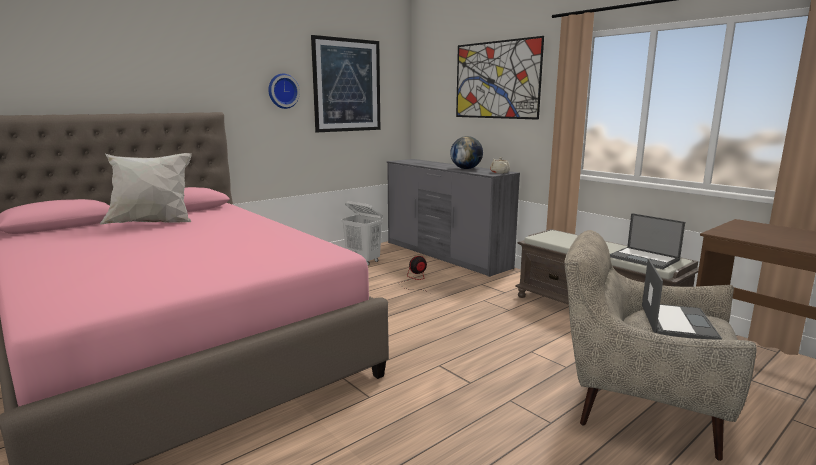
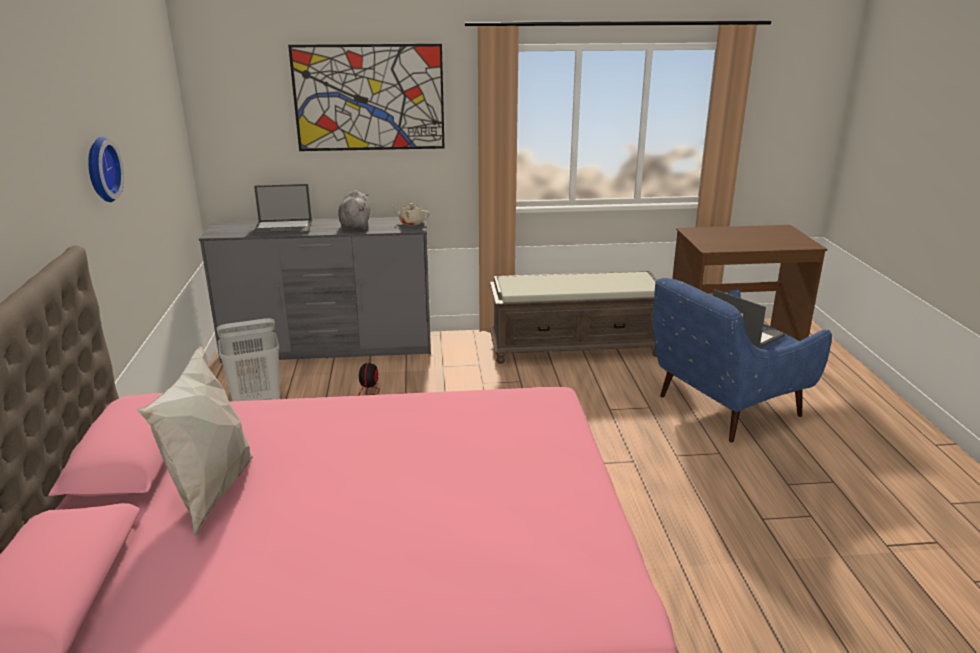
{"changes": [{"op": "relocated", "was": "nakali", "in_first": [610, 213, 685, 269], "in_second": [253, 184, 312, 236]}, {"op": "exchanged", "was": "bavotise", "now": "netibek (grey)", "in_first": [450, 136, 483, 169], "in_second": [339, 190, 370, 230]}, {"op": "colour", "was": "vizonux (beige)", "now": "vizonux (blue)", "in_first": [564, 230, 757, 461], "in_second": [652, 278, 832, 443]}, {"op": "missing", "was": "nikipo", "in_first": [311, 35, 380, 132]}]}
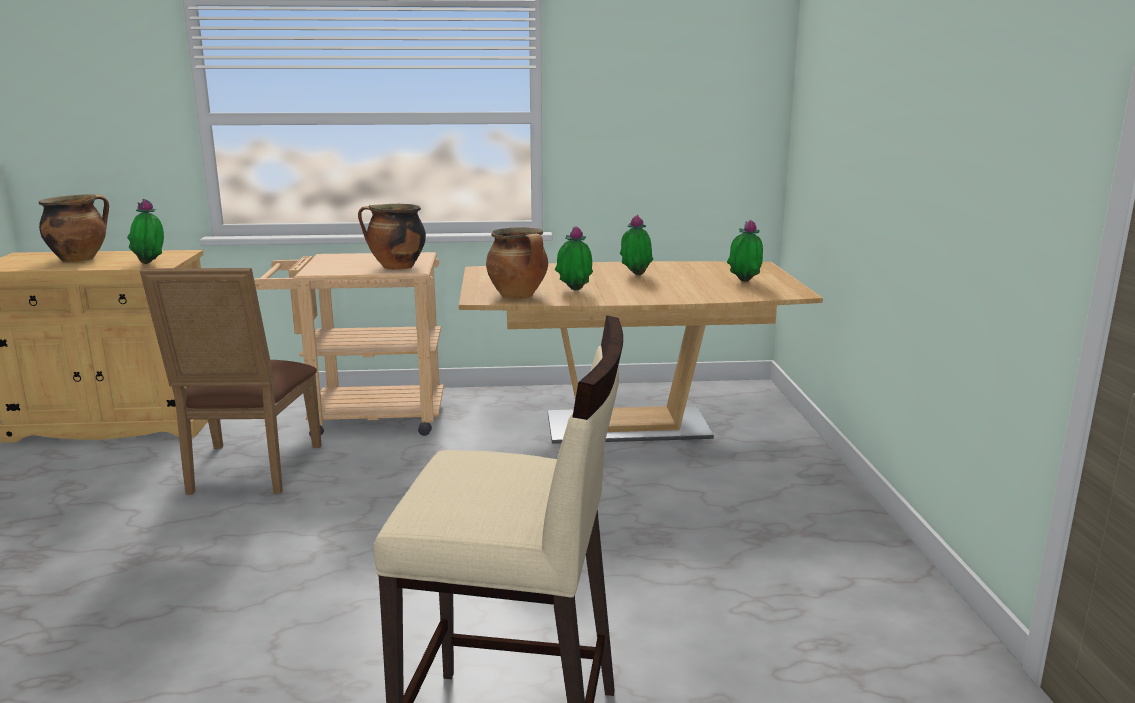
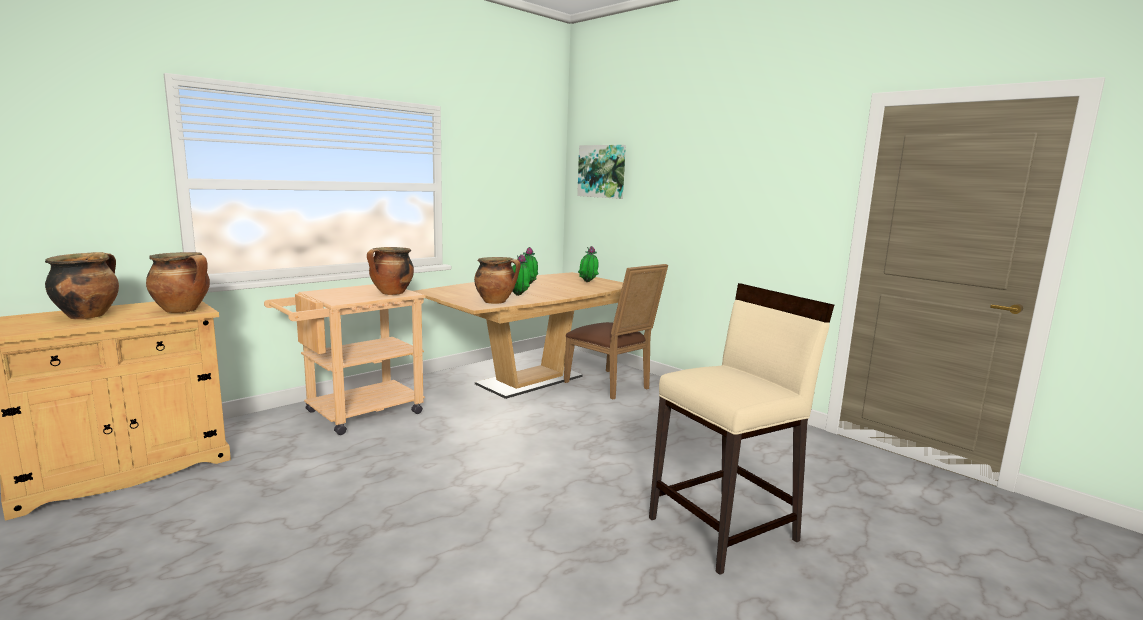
{"changes": [{"op": "exchanged", "was": "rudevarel", "now": "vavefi", "in_first": [127, 199, 164, 264], "in_second": [146, 252, 210, 313]}, {"op": "relocated", "was": "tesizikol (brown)", "in_first": [140, 268, 321, 495], "in_second": [564, 264, 668, 400]}, {"op": "appeared", "now": "nikipo", "in_second": [577, 145, 626, 199]}]}
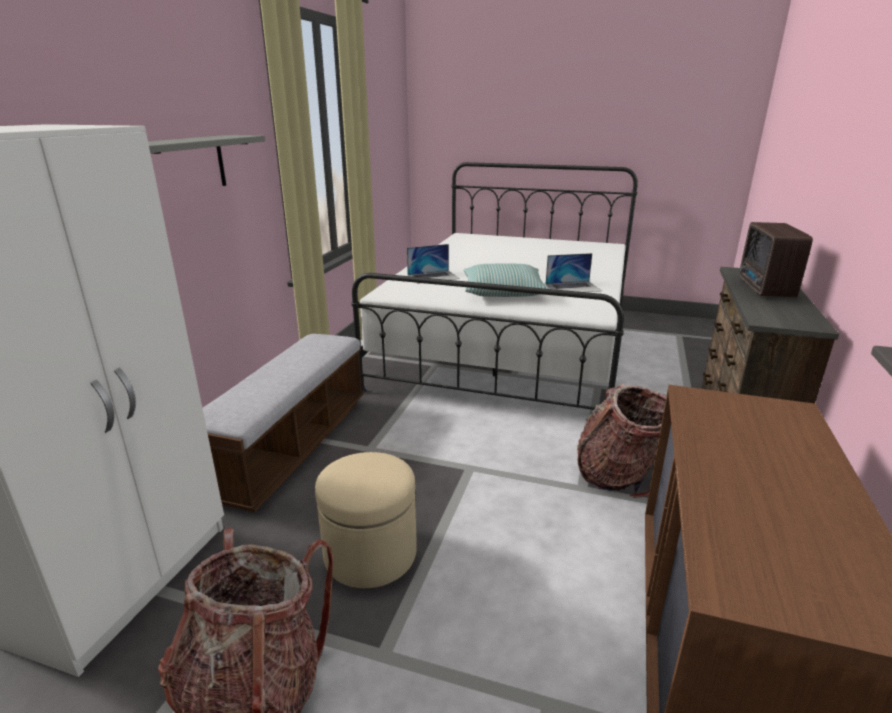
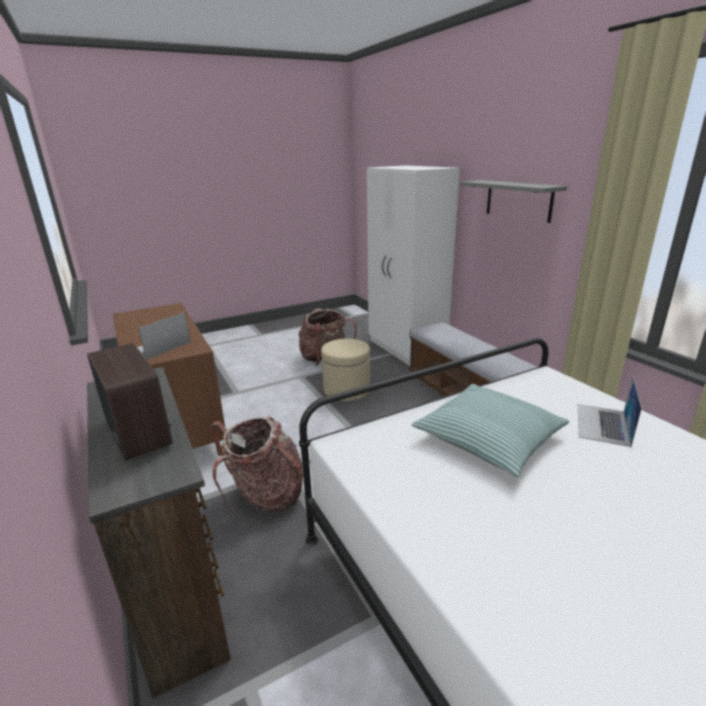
{"changes": [{"op": "relocated", "was": "nakali", "in_first": [545, 253, 602, 292], "in_second": [137, 312, 191, 360]}]}
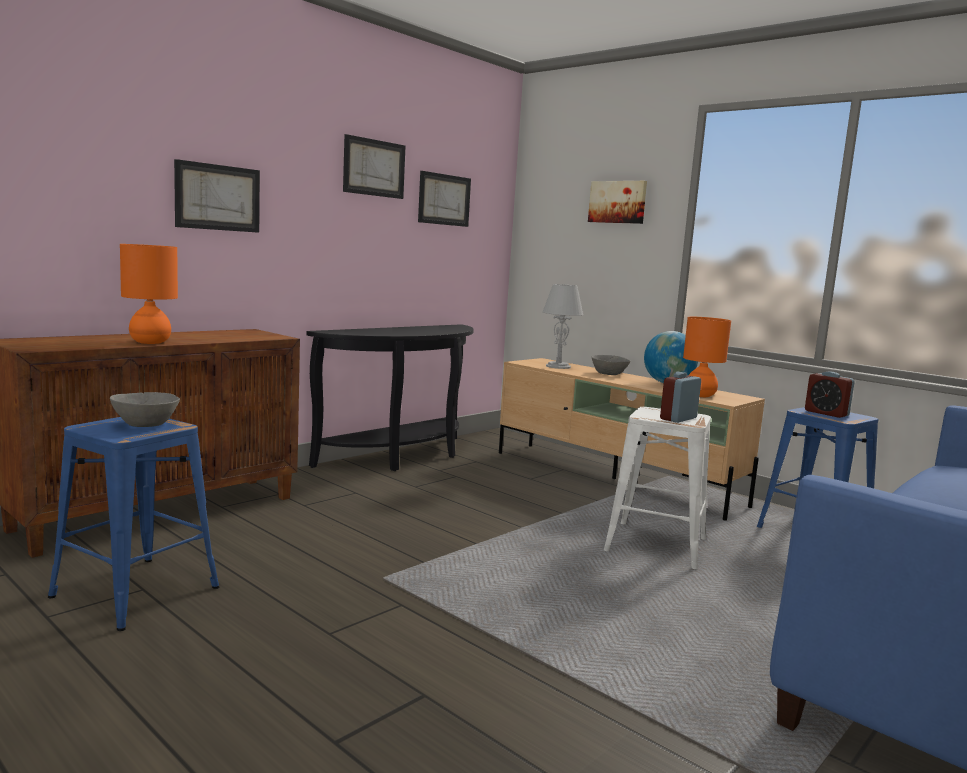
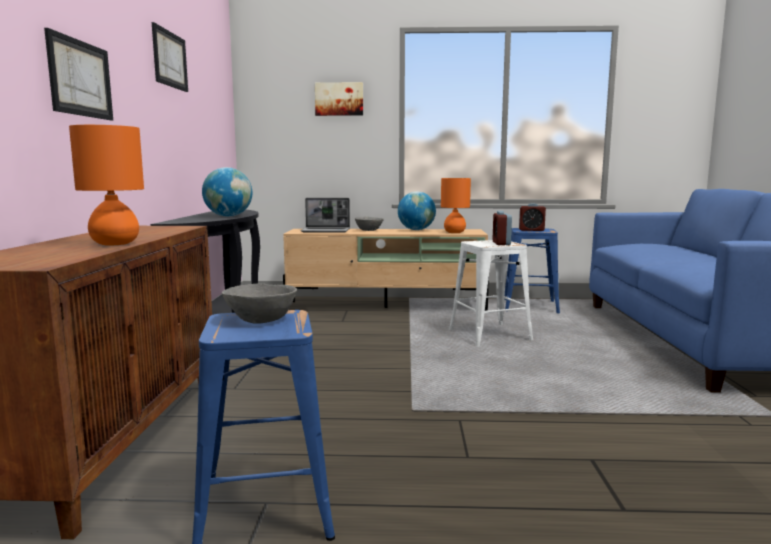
{"changes": [{"op": "appeared", "now": "bavotise", "in_second": [202, 167, 252, 217]}, {"op": "exchanged", "was": "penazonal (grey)", "now": "nakali", "in_first": [543, 284, 583, 369], "in_second": [301, 198, 350, 233]}, {"op": "missing", "was": "nikipo", "in_first": [418, 171, 471, 227]}]}
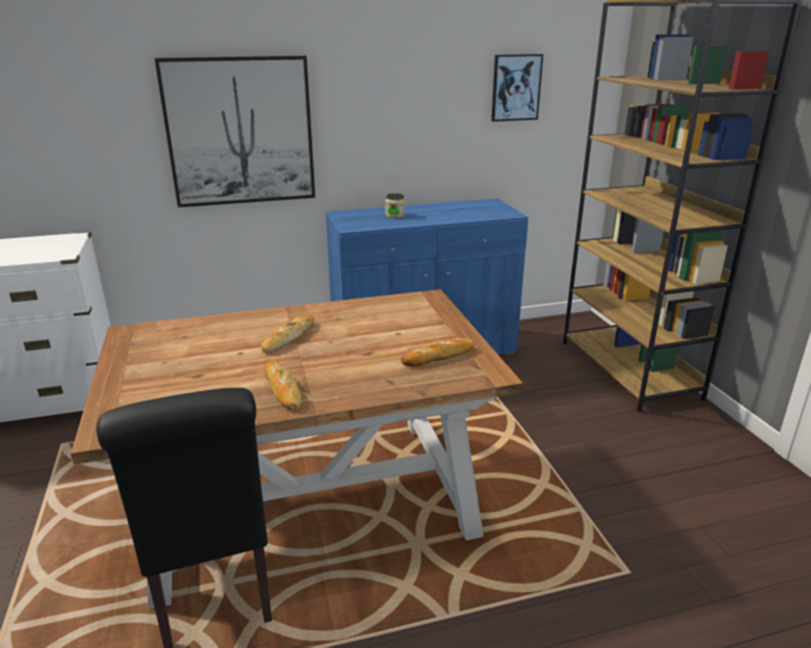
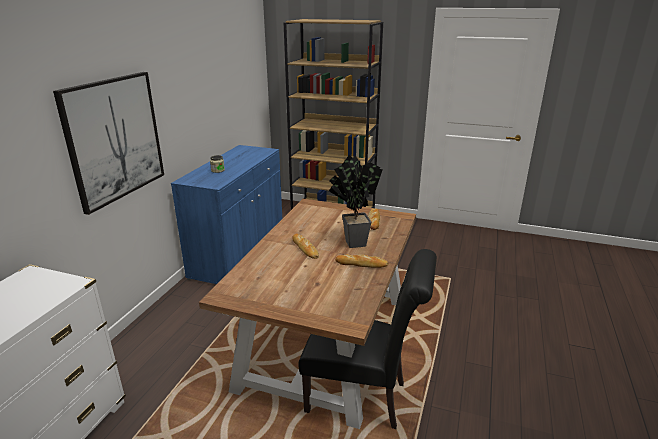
{"changes": [{"op": "appeared", "now": "rudevarel", "in_second": [329, 155, 383, 248]}, {"op": "missing", "was": "nikipo", "in_first": [491, 54, 543, 122]}]}
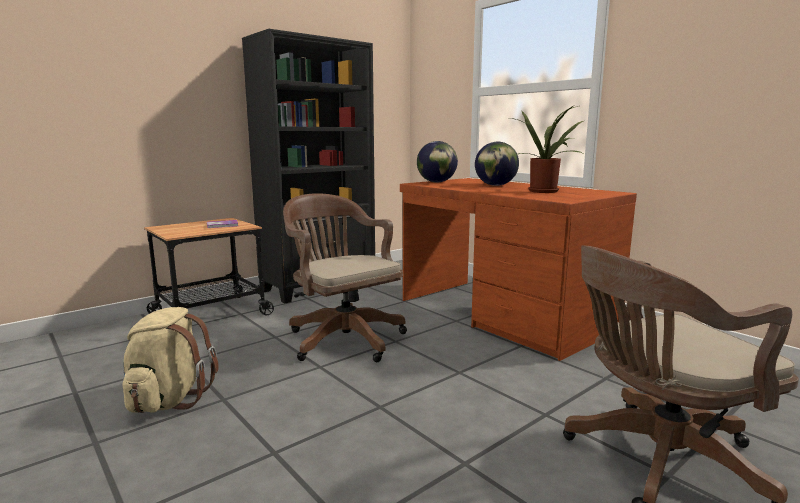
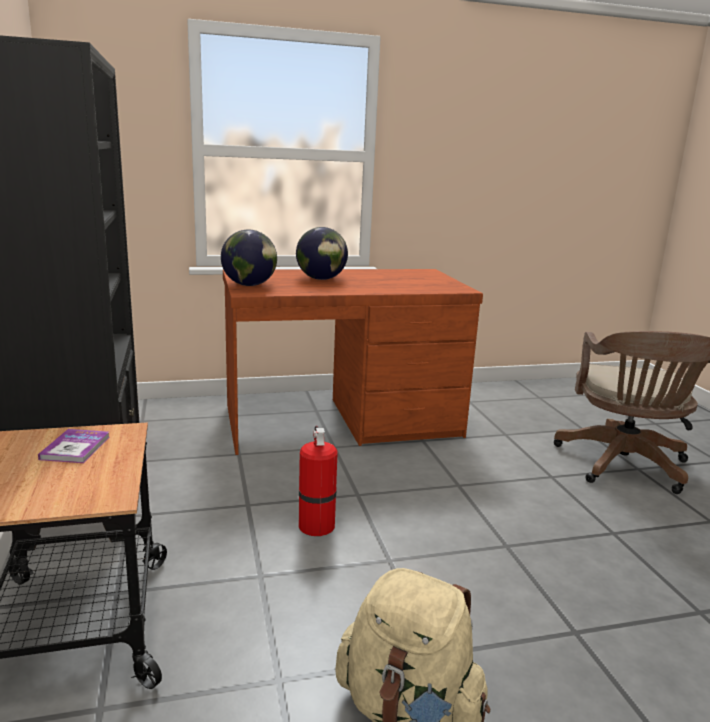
{"changes": [{"op": "exchanged", "was": "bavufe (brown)", "now": "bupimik", "in_first": [283, 193, 407, 362], "in_second": [299, 426, 338, 536]}, {"op": "missing", "was": "rudevarel", "in_first": [510, 106, 583, 193]}]}
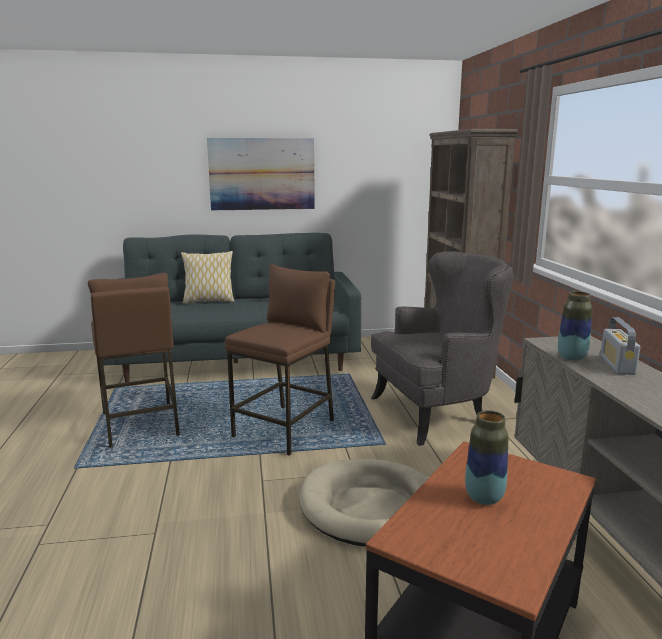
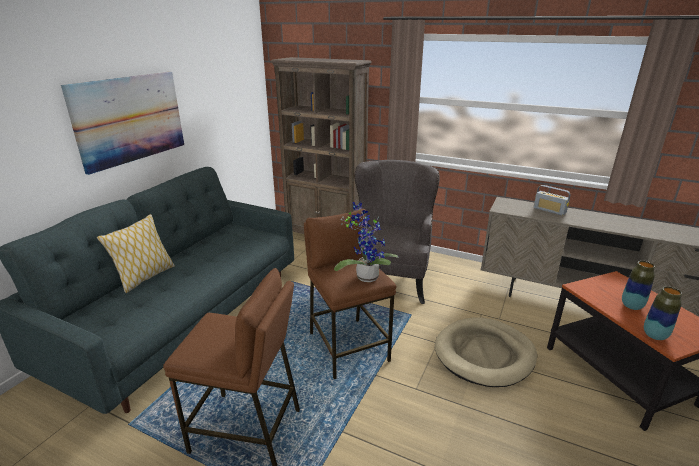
{"changes": [{"op": "appeared", "now": "rudevarel", "in_second": [334, 202, 399, 282]}, {"op": "relocated", "was": "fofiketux", "in_first": [558, 291, 592, 361], "in_second": [644, 286, 682, 340]}]}
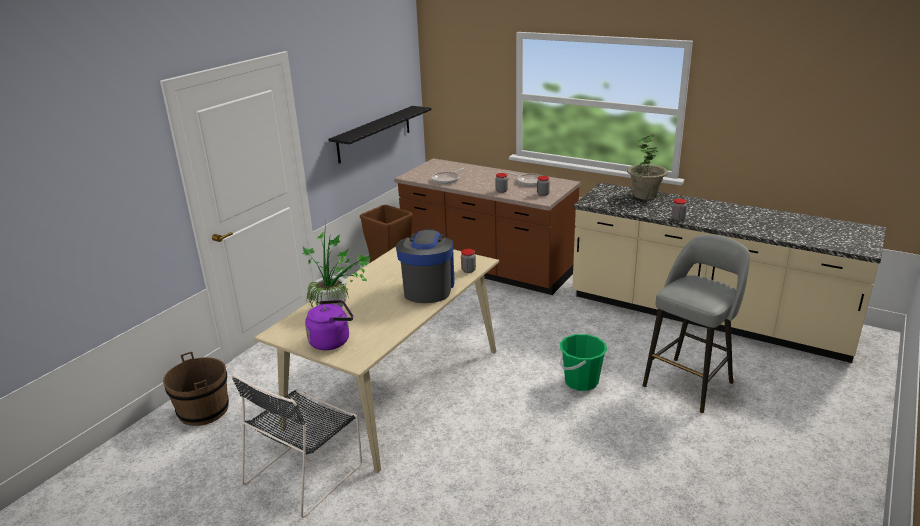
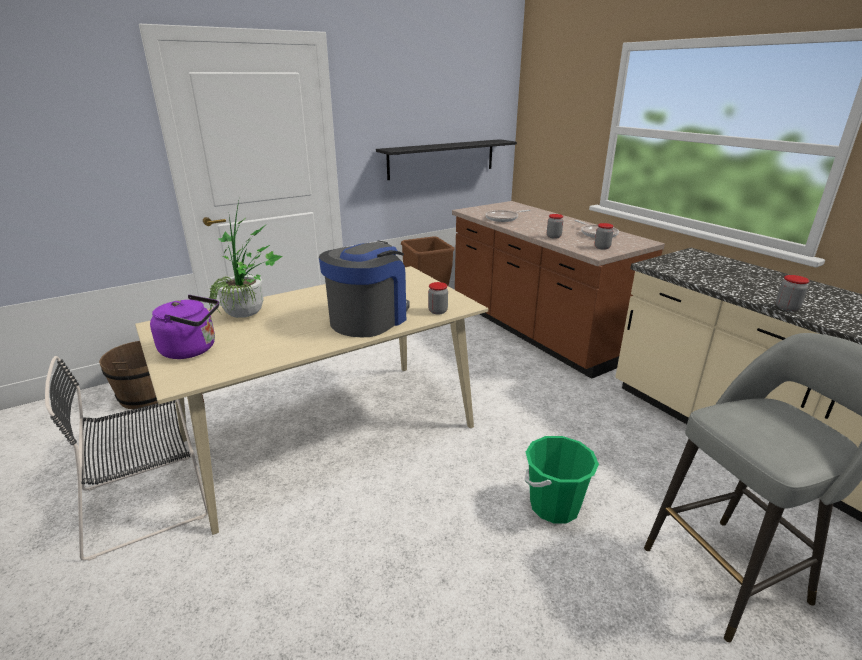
{"changes": [{"op": "missing", "was": "rudevarel", "in_first": [627, 134, 668, 200]}]}
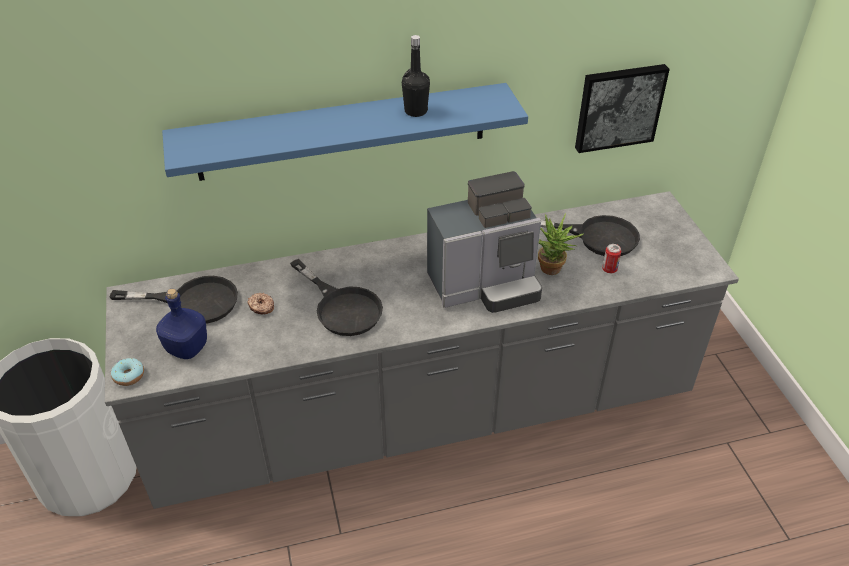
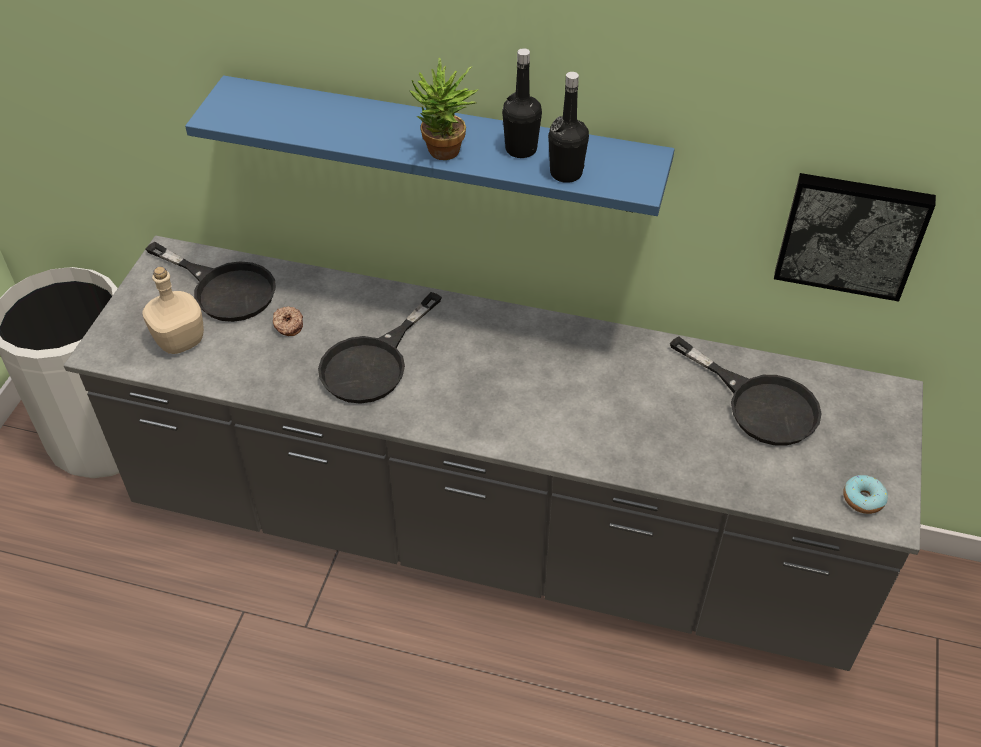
{"changes": [{"op": "colour", "was": "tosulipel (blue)", "now": "tosulipel (beige)", "in_first": [156, 289, 207, 359], "in_second": [142, 267, 204, 354]}, {"op": "spun", "was": "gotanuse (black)", "in_first": [290, 259, 383, 336], "in_second": [318, 292, 442, 404], "clockwise": 45}, {"op": "relocated", "was": "rudevarel", "in_first": [538, 213, 584, 275], "in_second": [409, 57, 478, 160]}, {"op": "appeared", "now": "tosulipel (black)", "in_second": [548, 72, 589, 183]}, {"op": "relocated", "was": "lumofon", "in_first": [111, 358, 144, 386], "in_second": [843, 475, 888, 514]}, {"op": "missing", "was": "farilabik", "in_first": [427, 171, 542, 313]}, {"op": "missing", "was": "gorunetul", "in_first": [602, 244, 621, 273]}]}
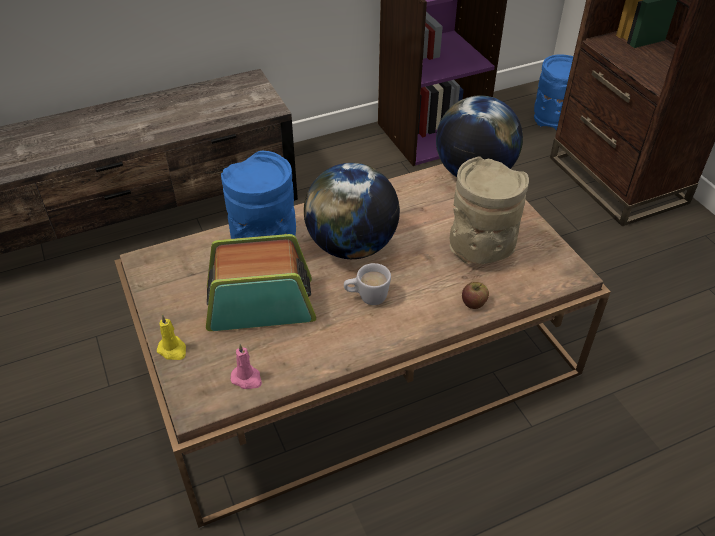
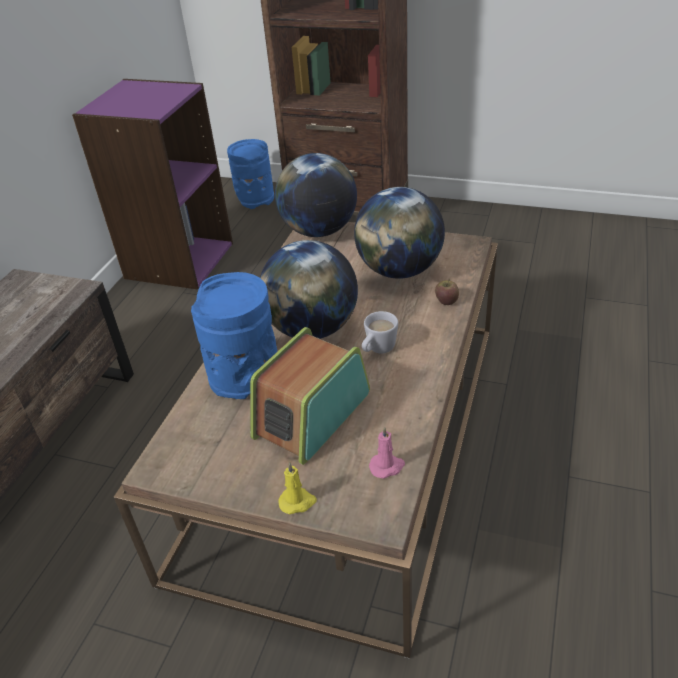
{"changes": [{"op": "exchanged", "was": "fofiketux (beige)", "now": "bavotise", "in_first": [450, 157, 529, 264], "in_second": [354, 187, 445, 279]}]}
